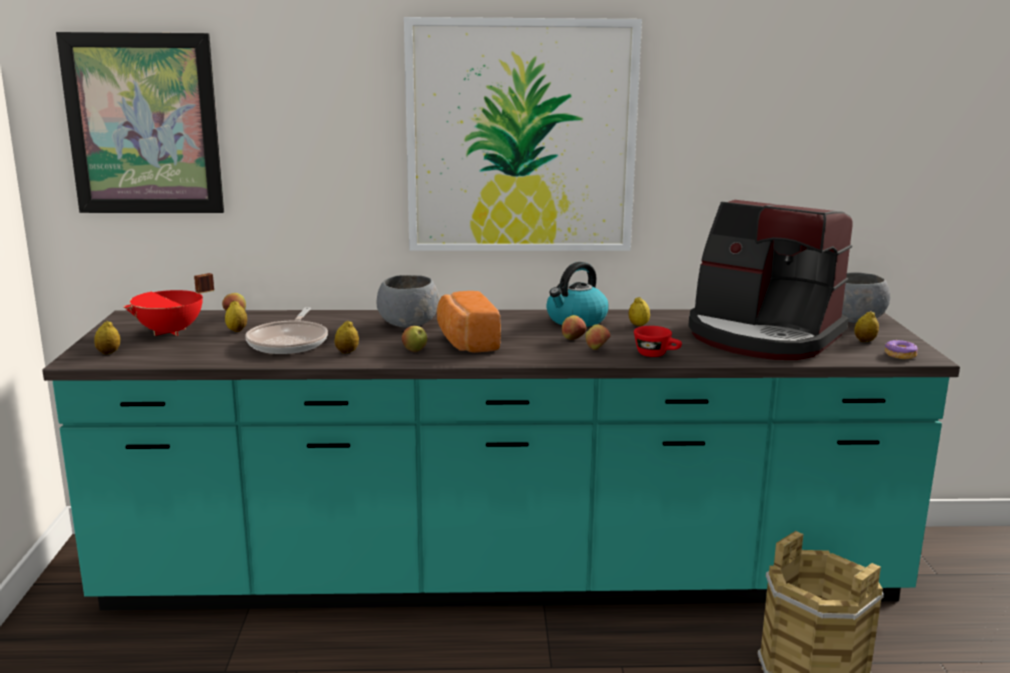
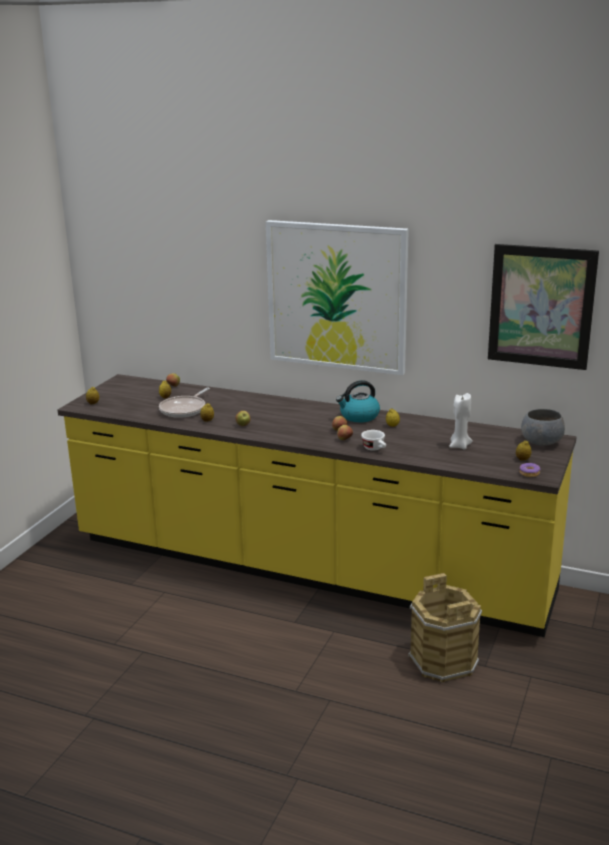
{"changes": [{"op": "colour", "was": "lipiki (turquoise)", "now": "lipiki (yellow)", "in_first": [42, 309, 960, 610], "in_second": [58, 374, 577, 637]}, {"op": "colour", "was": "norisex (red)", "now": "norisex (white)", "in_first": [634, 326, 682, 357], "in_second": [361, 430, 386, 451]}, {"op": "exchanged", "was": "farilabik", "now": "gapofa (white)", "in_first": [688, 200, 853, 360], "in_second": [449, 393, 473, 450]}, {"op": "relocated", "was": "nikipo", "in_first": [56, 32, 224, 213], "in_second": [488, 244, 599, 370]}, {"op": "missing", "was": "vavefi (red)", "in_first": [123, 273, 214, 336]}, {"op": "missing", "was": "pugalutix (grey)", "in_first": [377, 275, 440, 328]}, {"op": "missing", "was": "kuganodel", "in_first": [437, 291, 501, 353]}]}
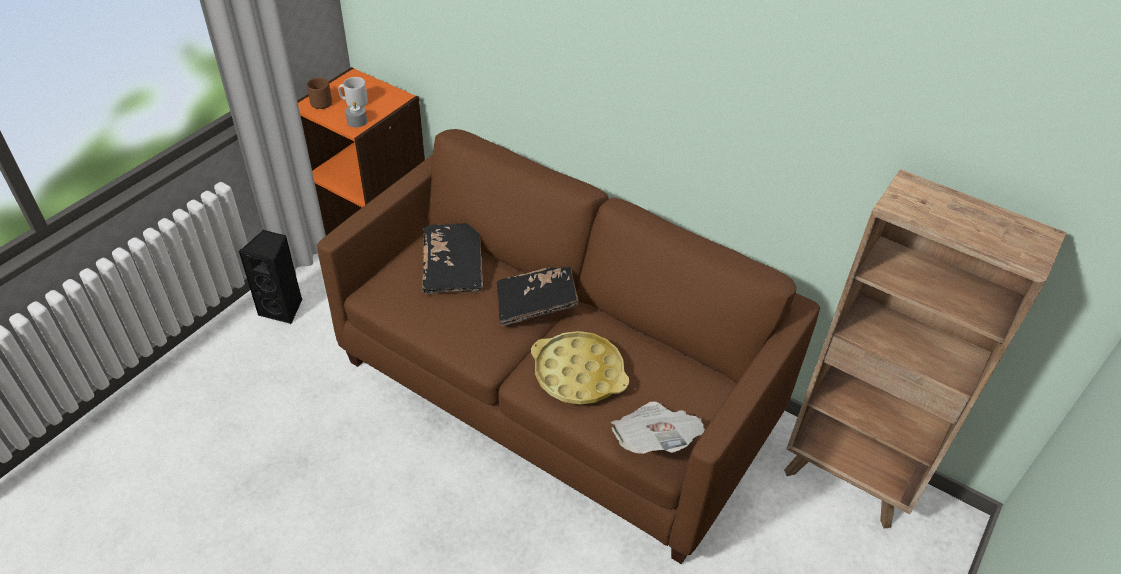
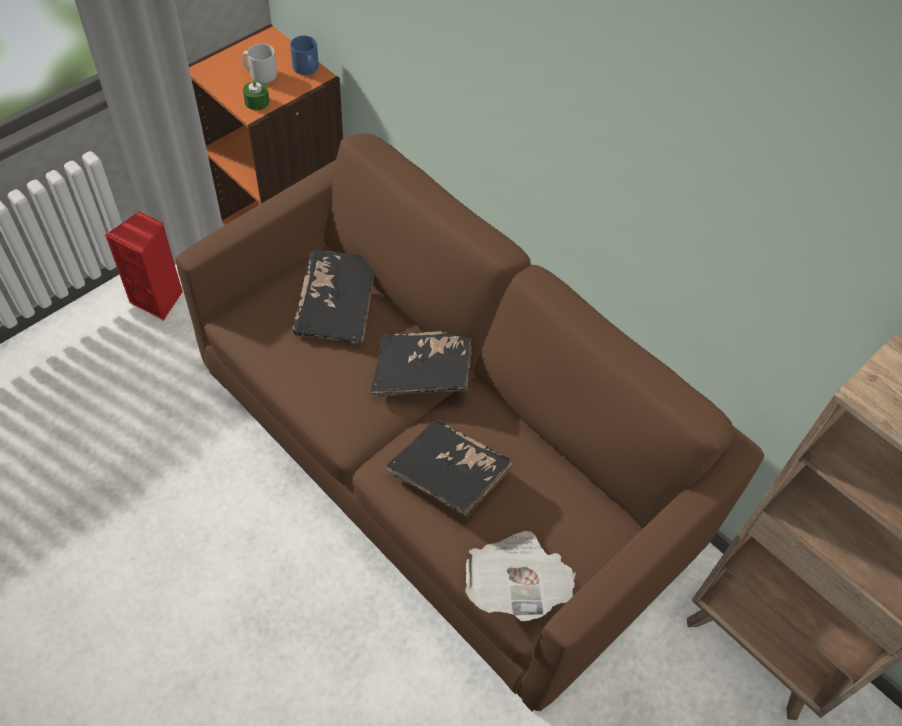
{"changes": [{"op": "colour", "was": "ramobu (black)", "now": "ramobu (red)", "in_first": [239, 230, 302, 324], "in_second": [105, 211, 183, 321]}, {"op": "colour", "was": "gapofa (grey)", "now": "gapofa (green)", "in_first": [345, 101, 367, 127], "in_second": [243, 78, 269, 110]}, {"op": "appeared", "now": "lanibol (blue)", "in_second": [290, 36, 319, 75]}, {"op": "exchanged", "was": "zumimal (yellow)", "now": "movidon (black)", "in_first": [531, 331, 629, 405], "in_second": [386, 420, 513, 517]}, {"op": "missing", "was": "lanibol (brown)", "in_first": [307, 78, 332, 109]}]}
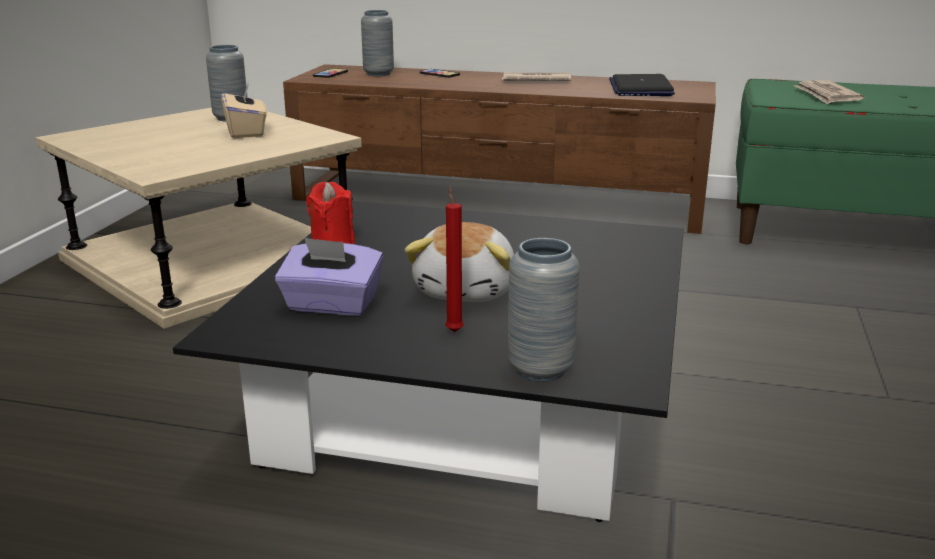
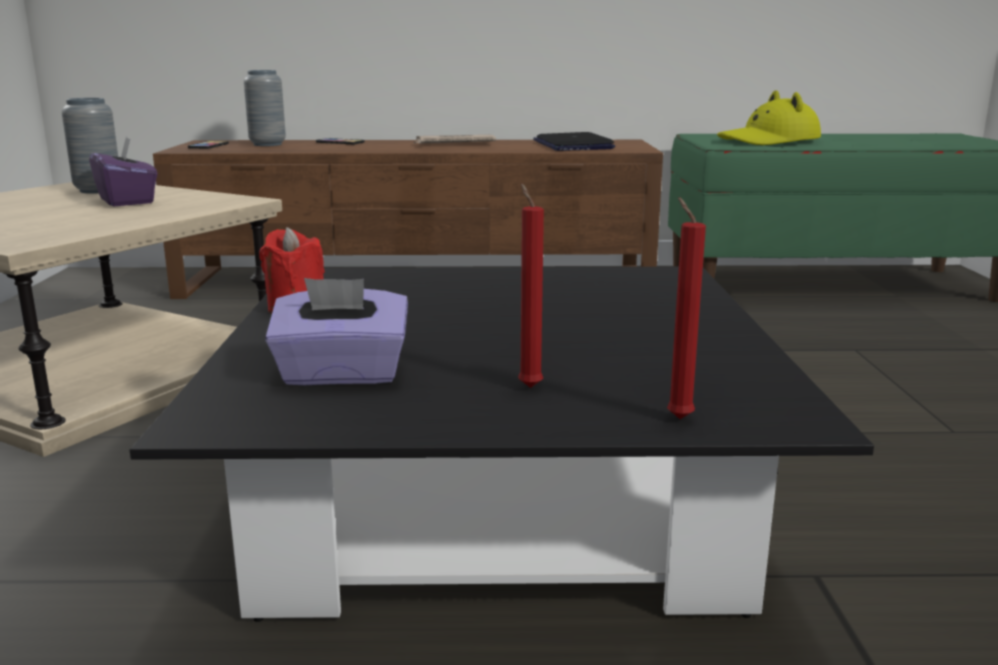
{"changes": [{"op": "colour", "was": "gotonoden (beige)", "now": "gotonoden (purple)", "in_first": [221, 84, 267, 138], "in_second": [89, 138, 157, 206]}, {"op": "exchanged", "was": "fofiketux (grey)", "now": "gapofa (red)", "in_first": [508, 238, 580, 382], "in_second": [667, 197, 706, 419]}, {"op": "exchanged", "was": "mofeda", "now": "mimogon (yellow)", "in_first": [794, 80, 864, 104], "in_second": [717, 90, 821, 145]}, {"op": "missing", "was": "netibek", "in_first": [405, 222, 514, 302]}]}
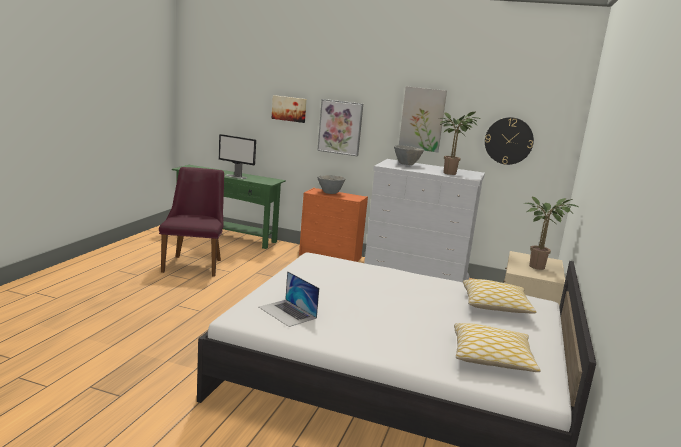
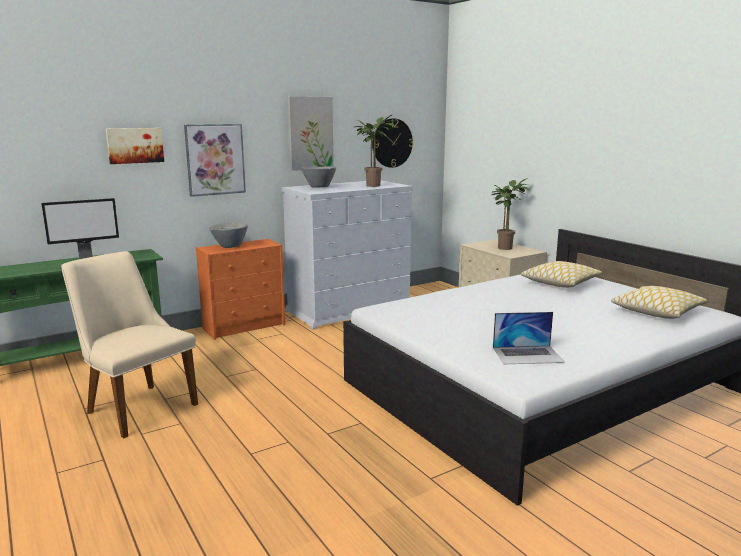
{"changes": [{"op": "colour", "was": "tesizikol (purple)", "now": "tesizikol (beige)", "in_first": [159, 167, 224, 277], "in_second": [61, 251, 198, 438]}]}
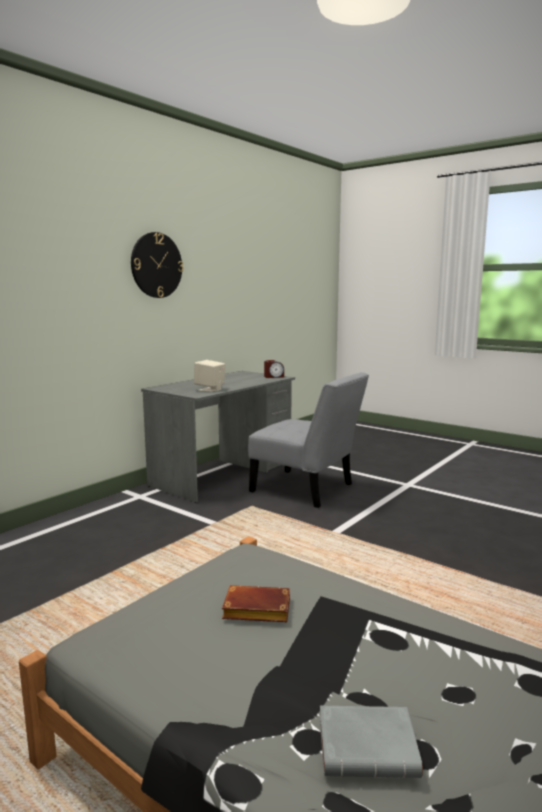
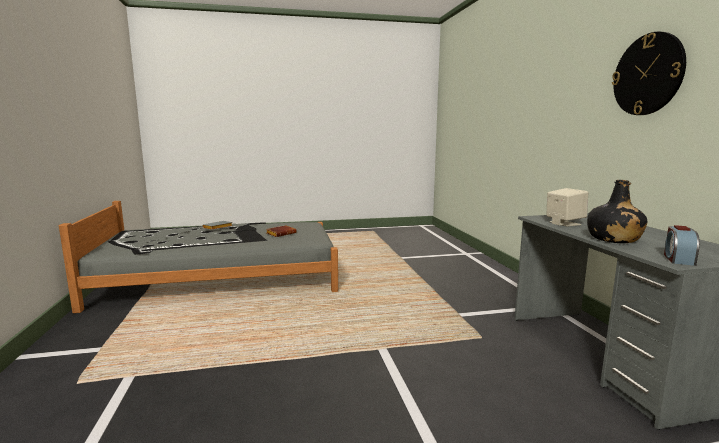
{"changes": [{"op": "appeared", "now": "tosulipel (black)", "in_second": [587, 180, 647, 243]}, {"op": "missing", "was": "tesizikol (grey)", "in_first": [248, 372, 369, 508]}]}
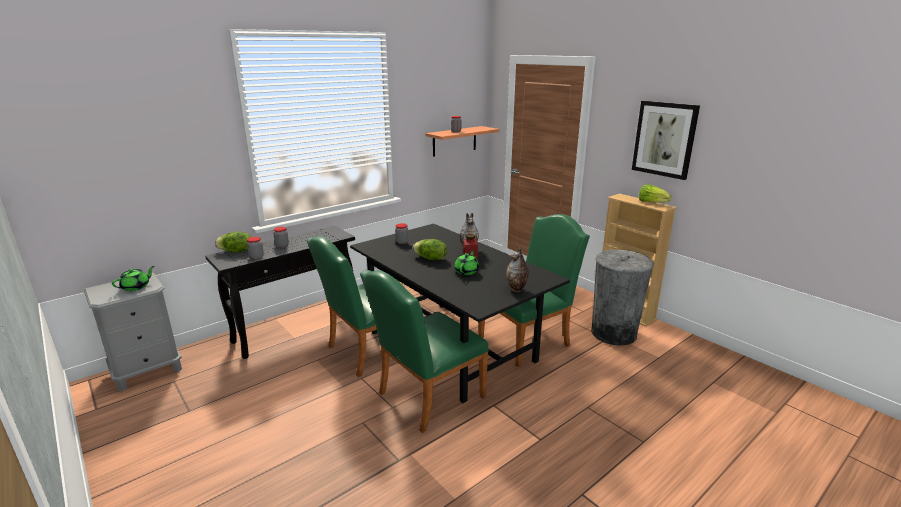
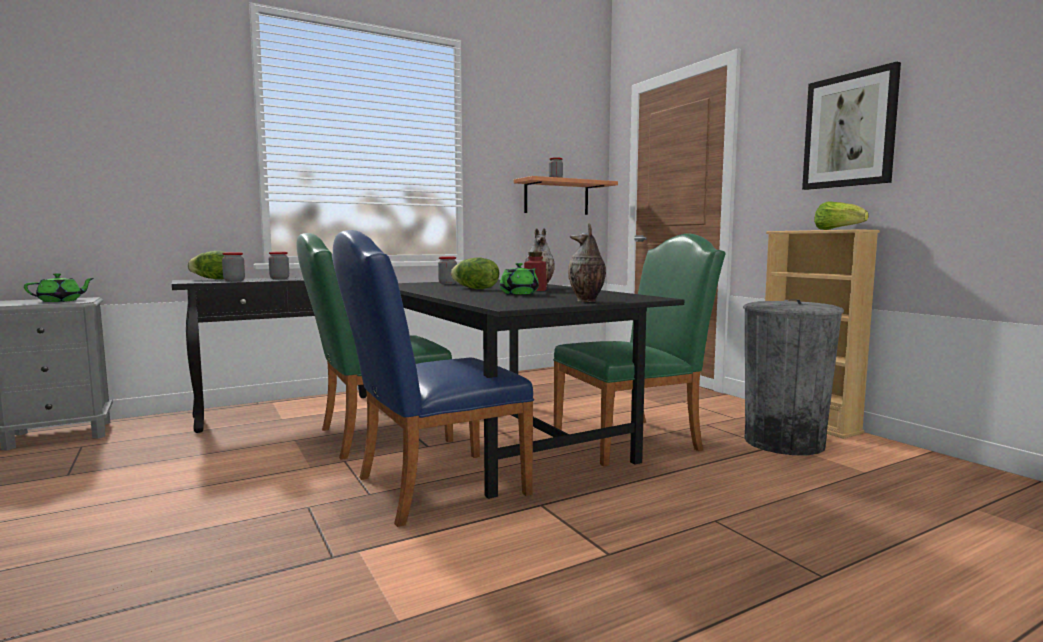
{"changes": [{"op": "colour", "was": "tesizikol (green)", "now": "tesizikol (blue)", "in_first": [360, 270, 489, 433], "in_second": [332, 230, 534, 527]}]}
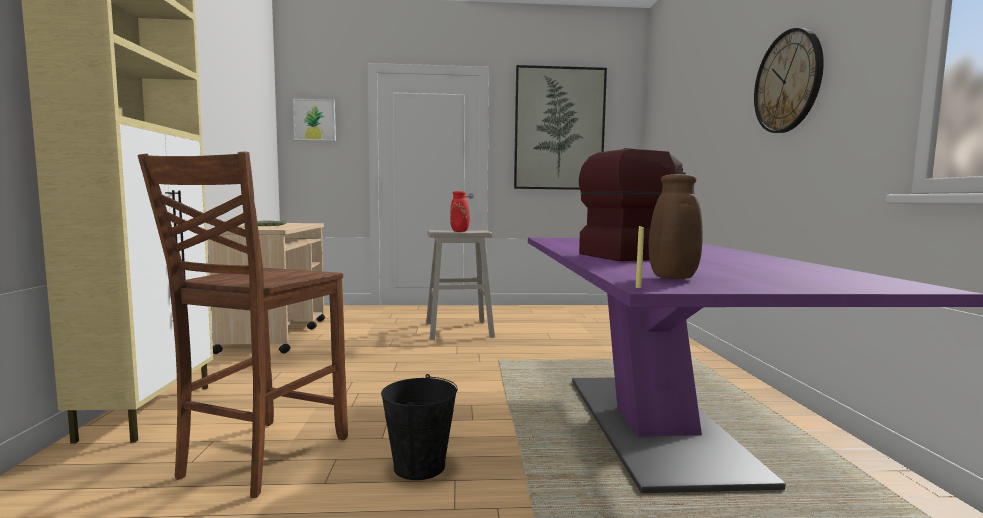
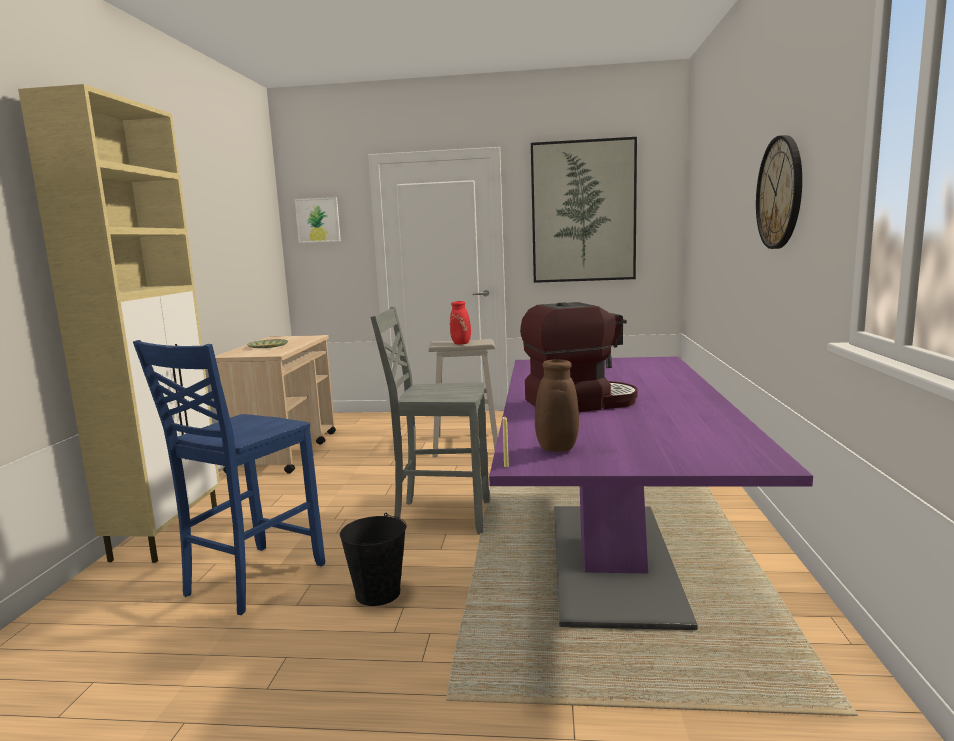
{"changes": [{"op": "colour", "was": "tesizikol (brown)", "now": "tesizikol (blue)", "in_first": [138, 152, 348, 498], "in_second": [133, 340, 325, 615]}, {"op": "appeared", "now": "tesizikol (grey)", "in_second": [371, 307, 489, 534]}]}
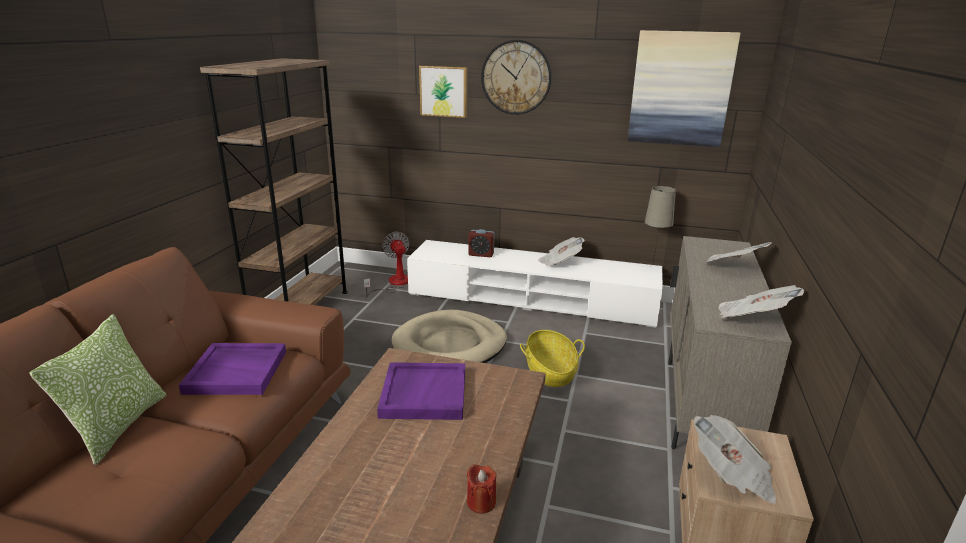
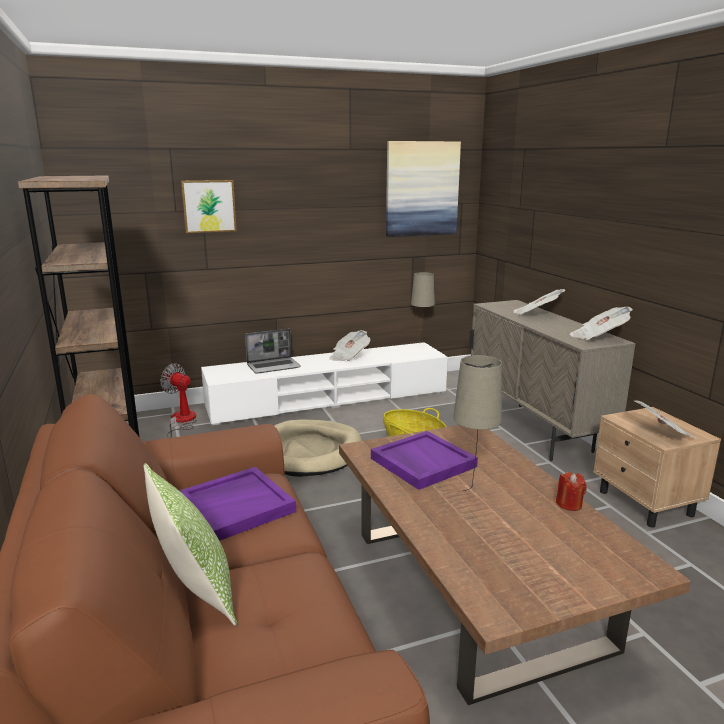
{"changes": [{"op": "exchanged", "was": "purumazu", "now": "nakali", "in_first": [468, 229, 494, 257], "in_second": [245, 329, 301, 374]}, {"op": "appeared", "now": "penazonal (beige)", "in_second": [453, 355, 502, 491]}, {"op": "missing", "was": "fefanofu", "in_first": [481, 40, 552, 115]}]}
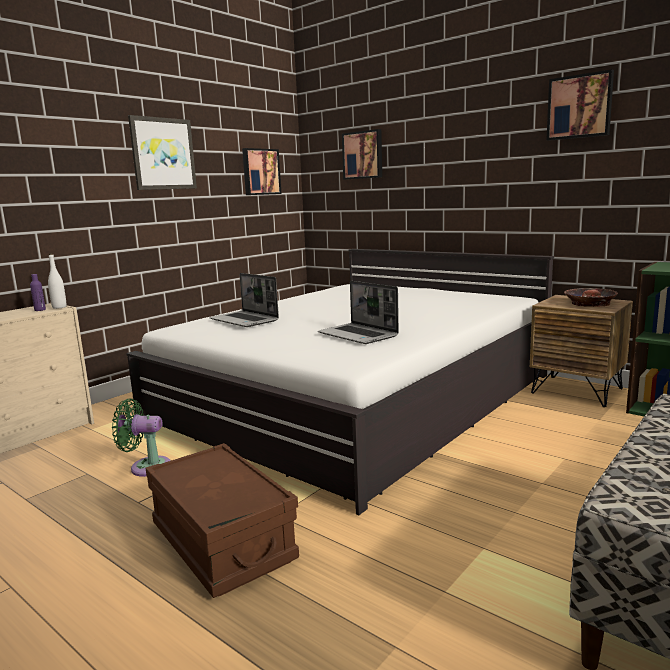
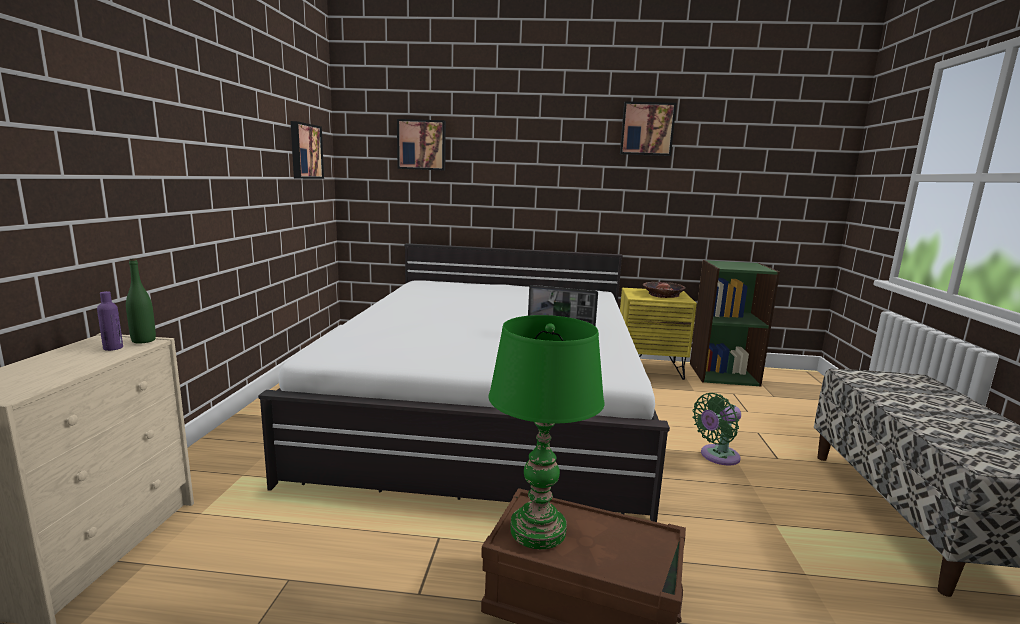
{"changes": [{"op": "colour", "was": "tosulipel (white)", "now": "tosulipel (green)", "in_first": [48, 254, 67, 309], "in_second": [126, 258, 156, 344]}, {"op": "appeared", "now": "penazonal (green)", "in_second": [489, 315, 605, 549]}, {"op": "colour", "was": "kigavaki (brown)", "now": "kigavaki (yellow)", "in_first": [530, 295, 633, 407], "in_second": [620, 288, 697, 380]}, {"op": "relocated", "was": "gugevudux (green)", "in_first": [112, 399, 171, 477], "in_second": [693, 393, 741, 466]}, {"op": "missing", "was": "nikipo", "in_first": [128, 115, 197, 190]}, {"op": "missing", "was": "nakali", "in_first": [210, 273, 279, 327]}]}
